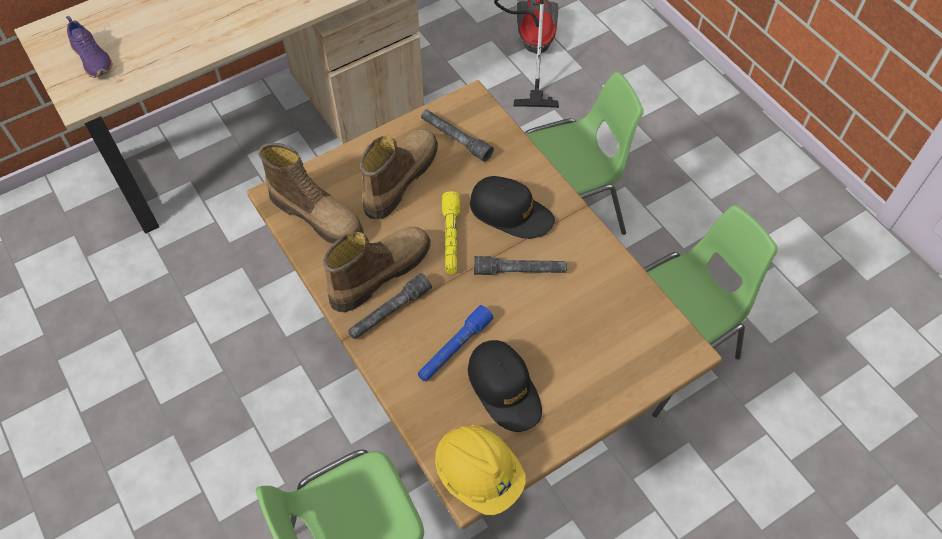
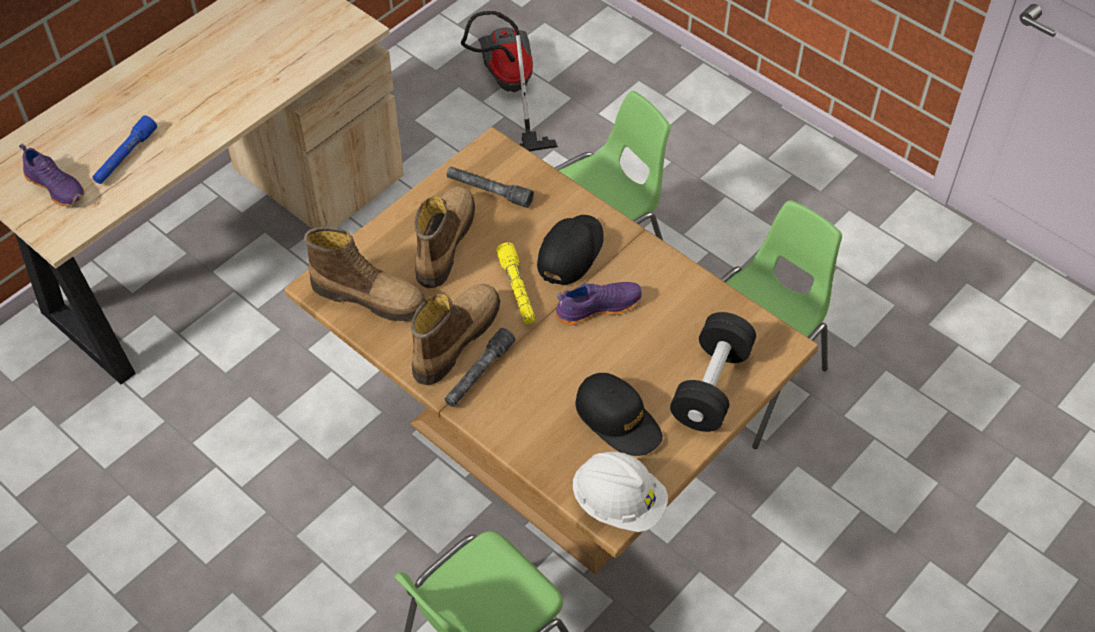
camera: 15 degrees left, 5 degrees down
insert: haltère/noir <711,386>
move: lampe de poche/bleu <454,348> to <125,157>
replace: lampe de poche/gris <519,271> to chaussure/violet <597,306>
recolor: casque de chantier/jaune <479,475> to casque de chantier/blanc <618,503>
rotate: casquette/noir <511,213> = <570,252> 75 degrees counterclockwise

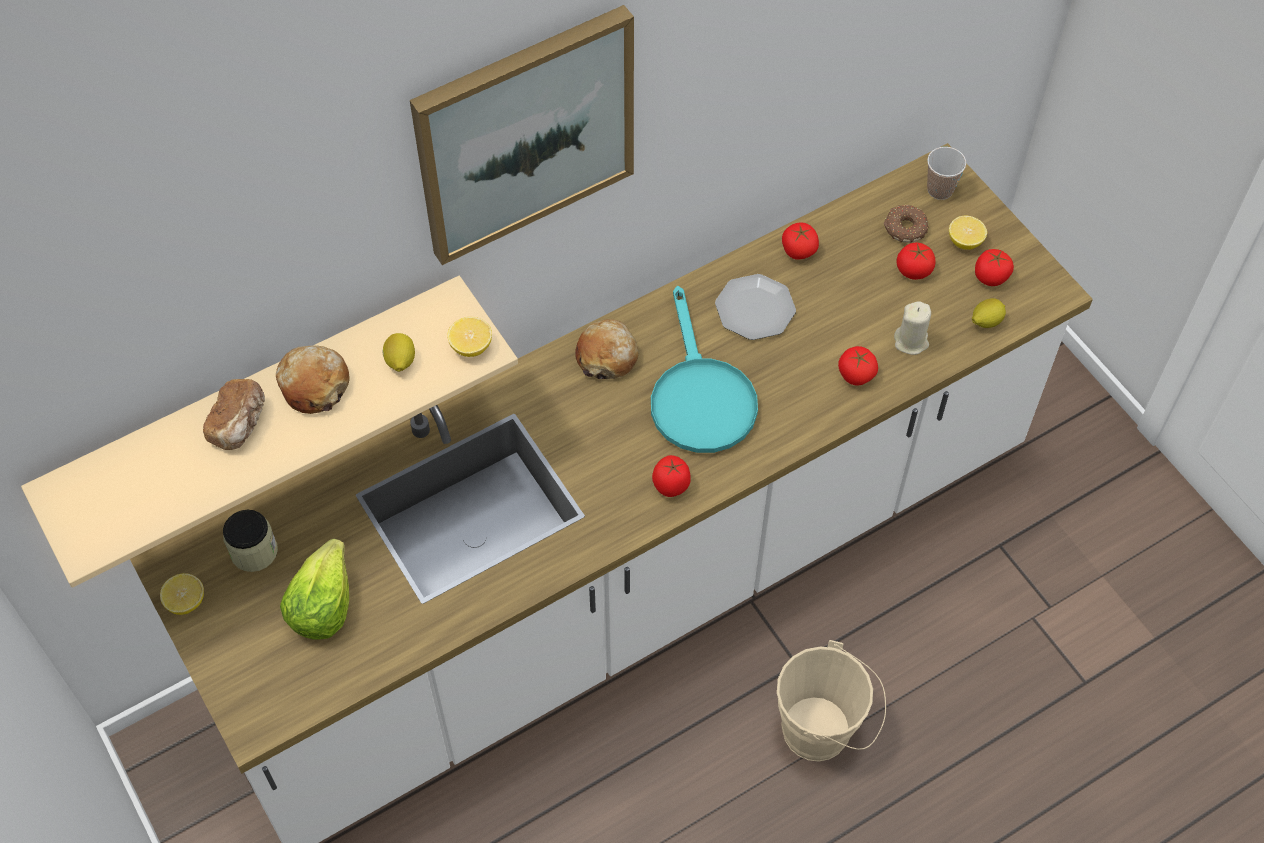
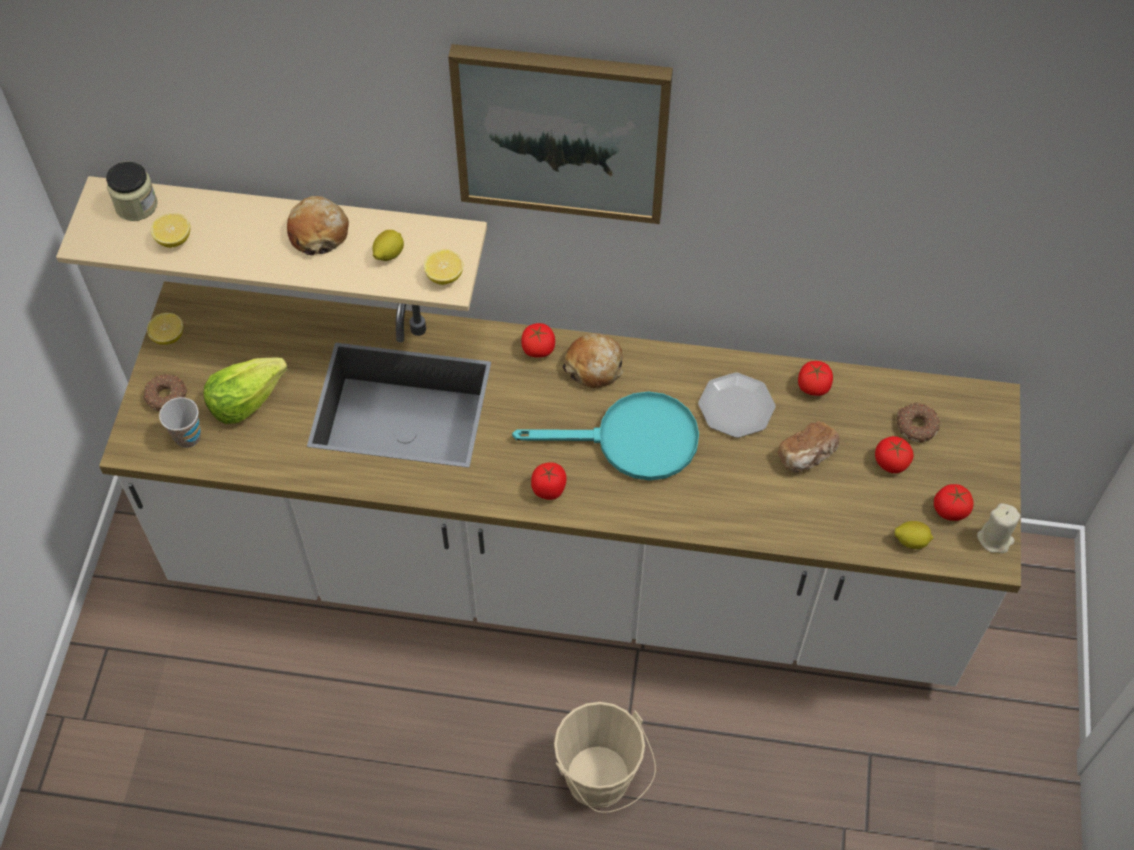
camera: 40 degrees right, 0 degrees up
insert: beignet <167,397>
move: tasse <940,190> to <187,437>; citron <965,241> to <174,239>; bougie/beige <911,341> to <995,539>; tomate <856,374> to <538,348>; pain <240,424> to <807,456>; bocal <254,551> to <136,205>
rotate: poêle/turquoise <699,396> = <632,441> 120 degrees counterclockwise

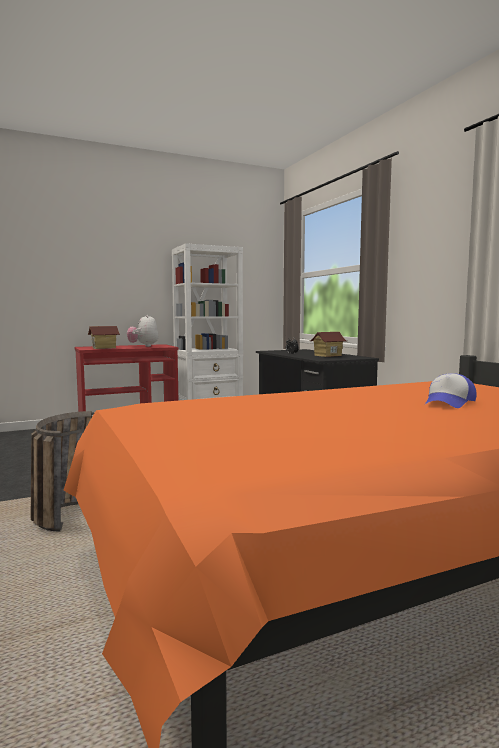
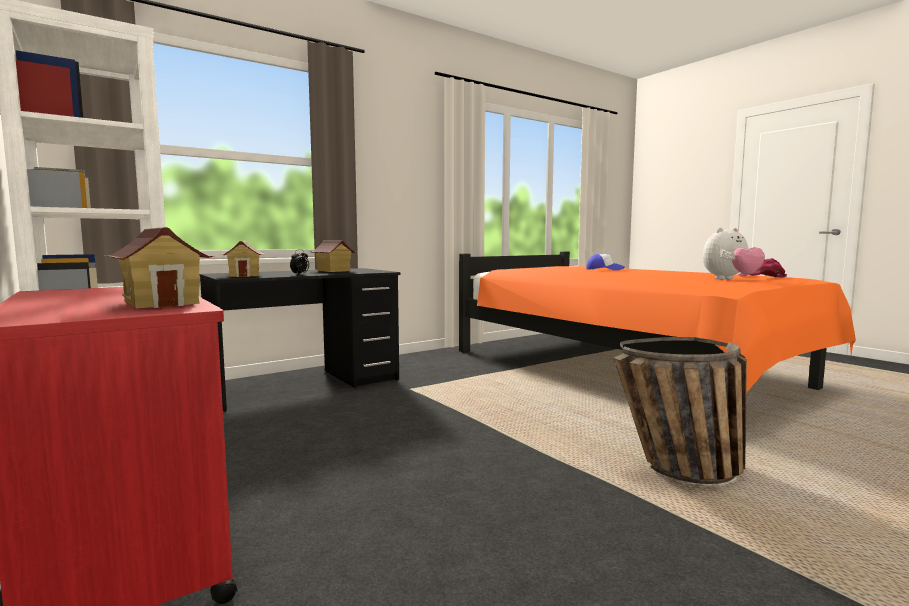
camera: 100 degrees left, 0 degrees up
insert: maison miniature <245,275>; casquette/rose <762,277>
move: peluche <143,346> to <730,279>

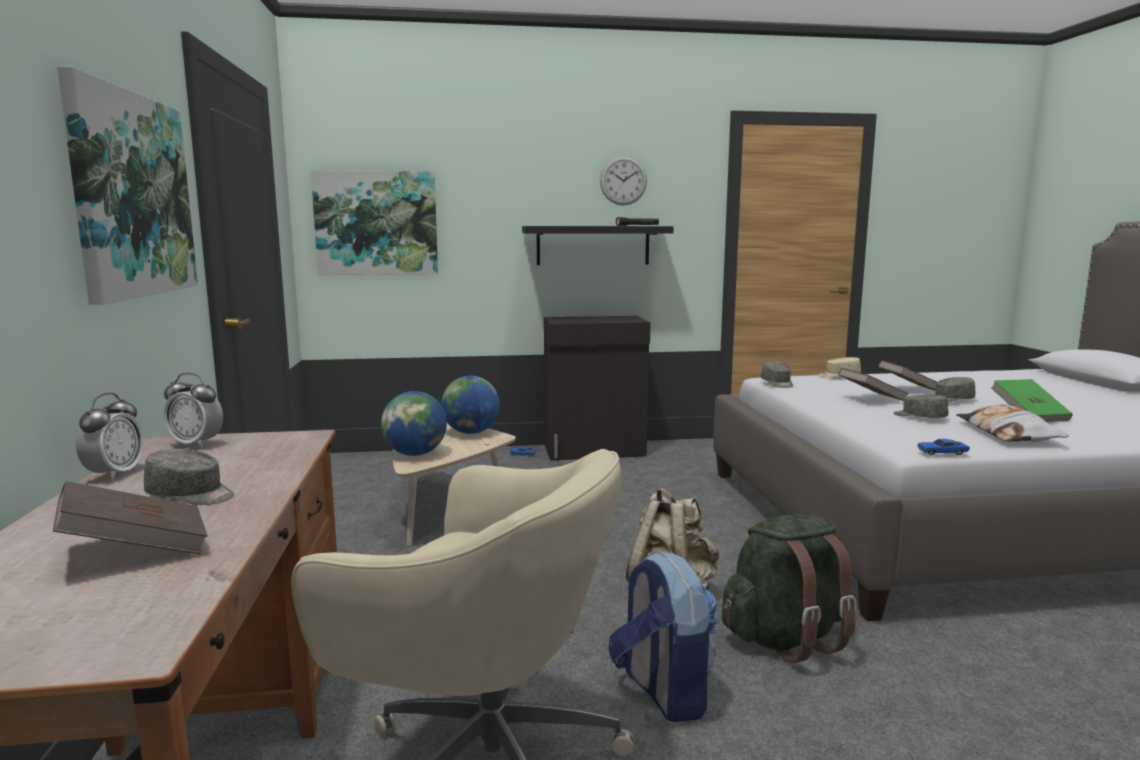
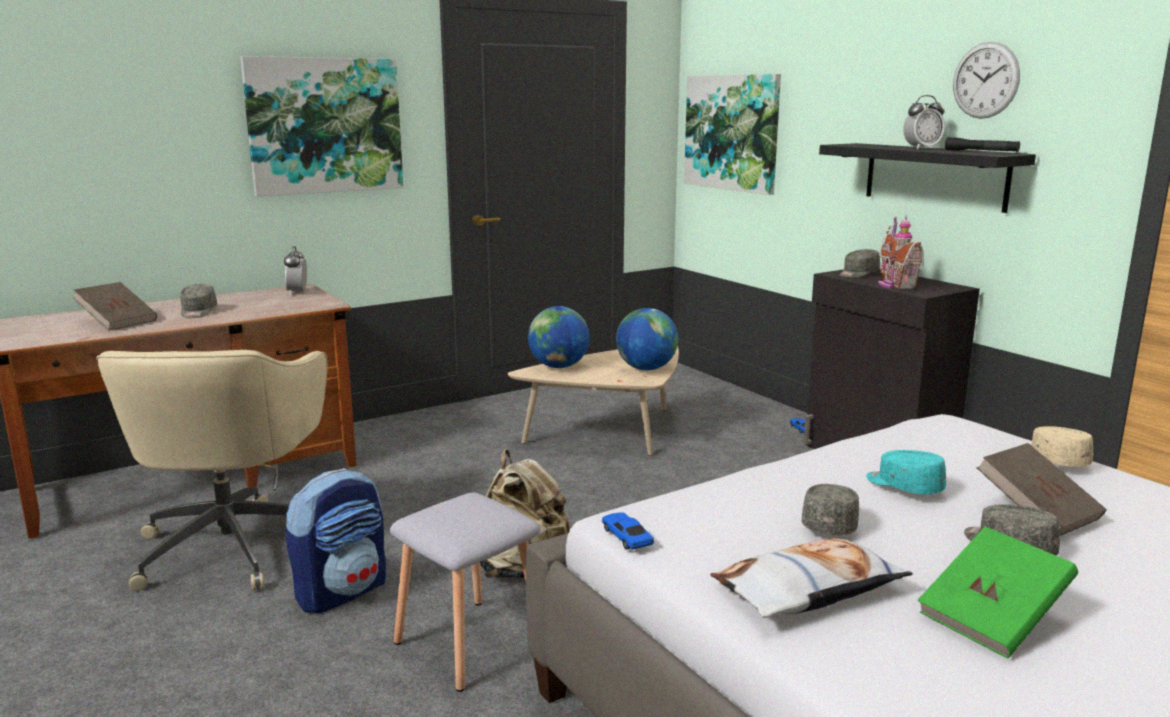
camera: 65 degrees right, 5 degrees up
insert: maison miniature <894,285>
move: casquette/gris <777,383> to <858,274>; réveil <115,474> to <921,149>
replace: livre/marron <871,398> to casquette/turquoise <903,486>; sac à dos/vert <786,638> to tabouret/gris <467,642>

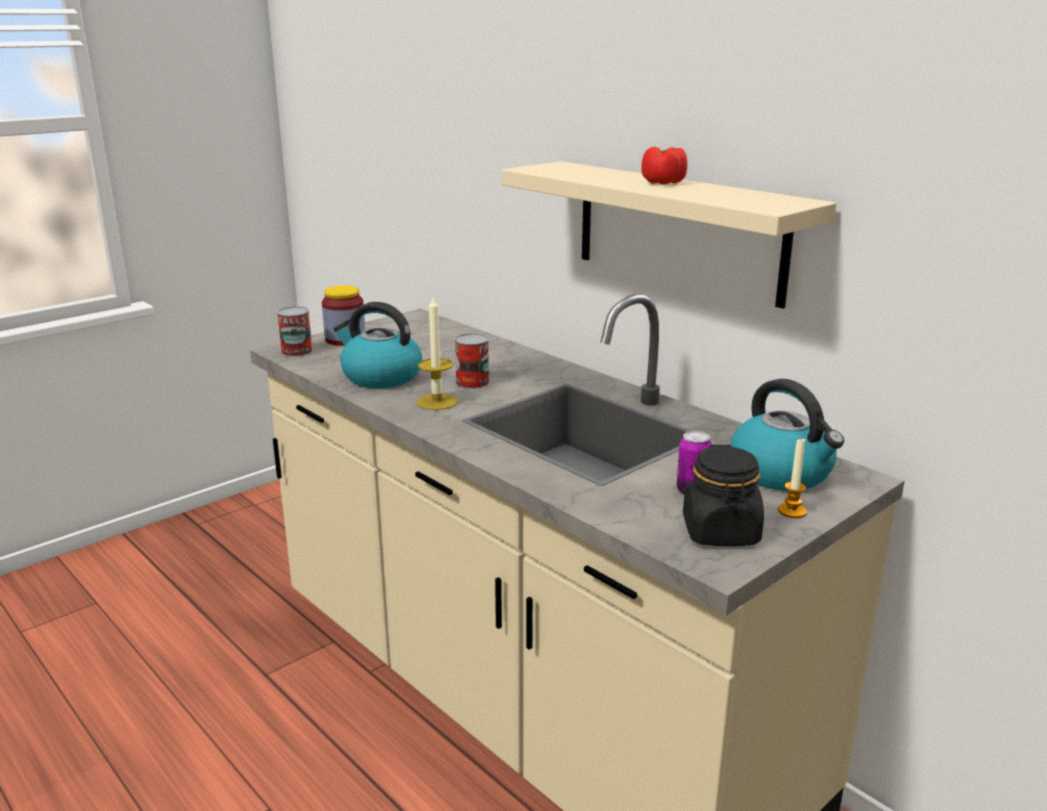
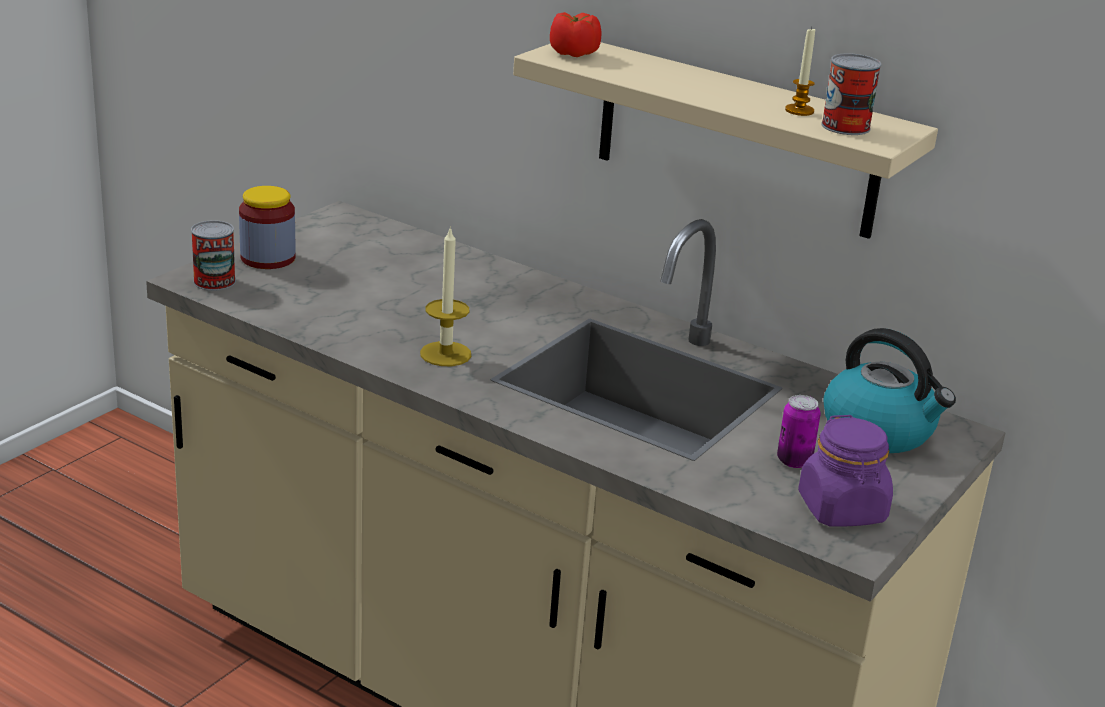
camera: 15 degrees left, 5 degrees up
delete: bouilloire <380,376>
move: tomate <663,183> to <574,53>; boîte métallique <472,382> to <845,126>; bougie <792,511> to <799,111>
recolor: bocal/noir <720,532> to bocal/violet <842,509>

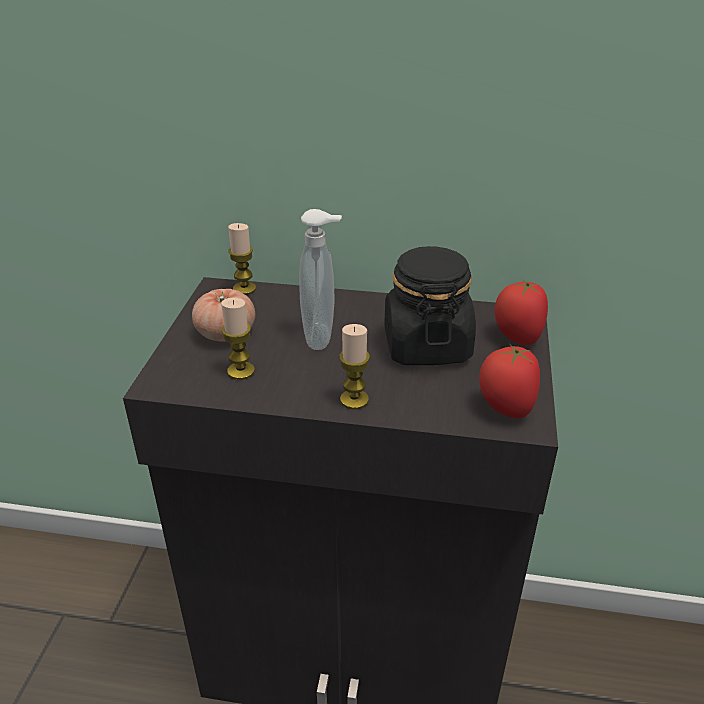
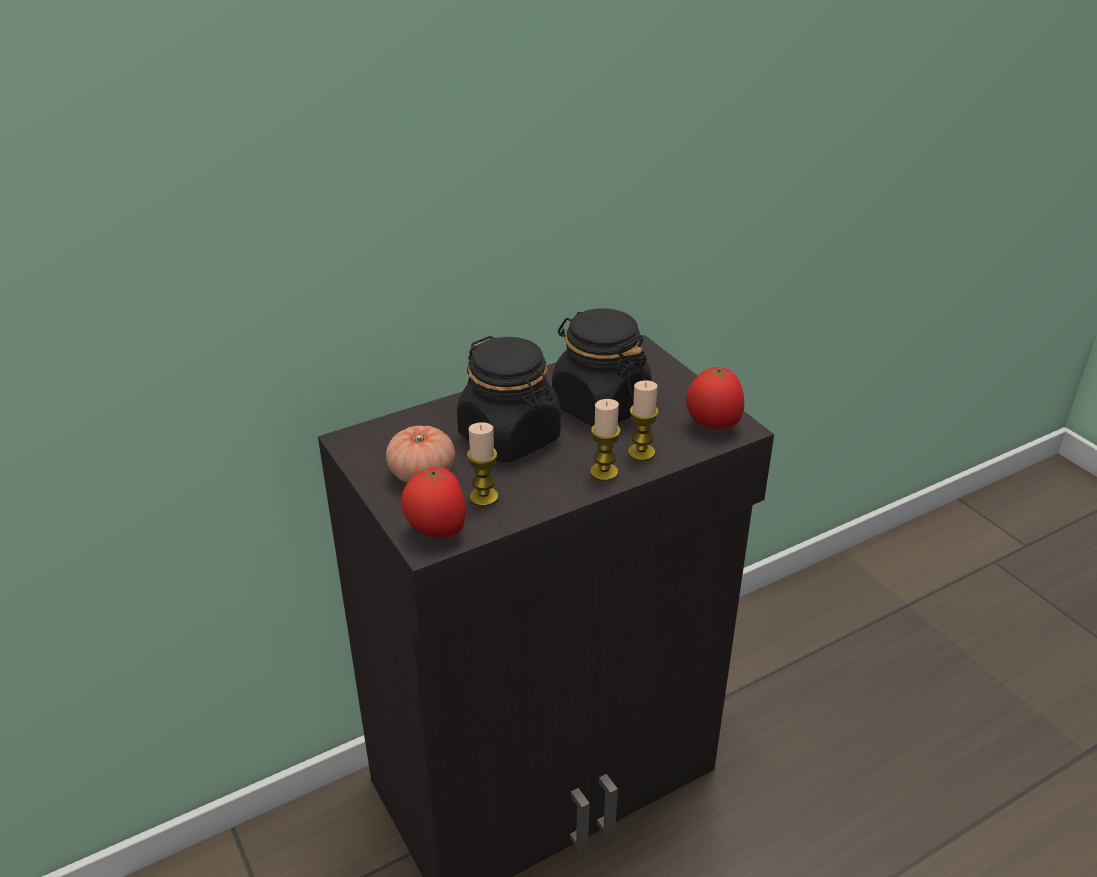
camera: 40 degrees left, 0 degrees up
move: bougie <244,289> to <641,453>; tomate <516,338> to <436,531>
replace: distributeur de savon <322,337> to bocal/noir <510,437>

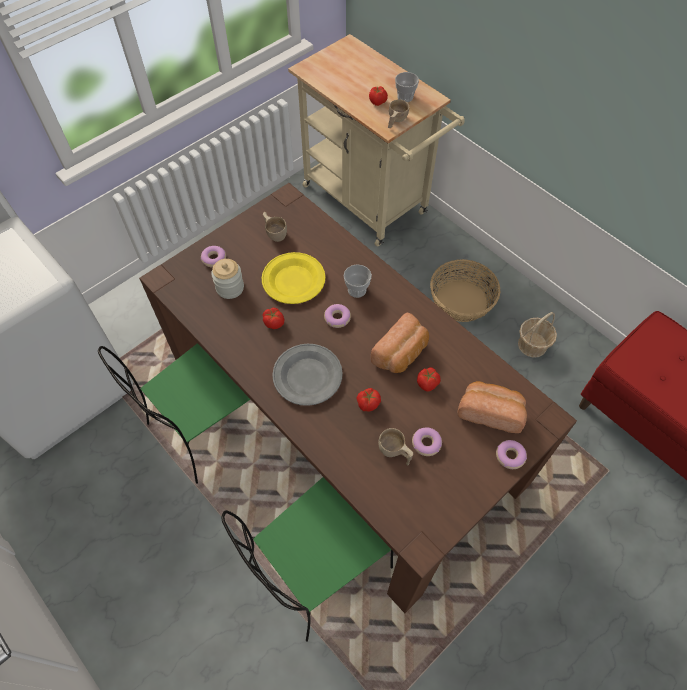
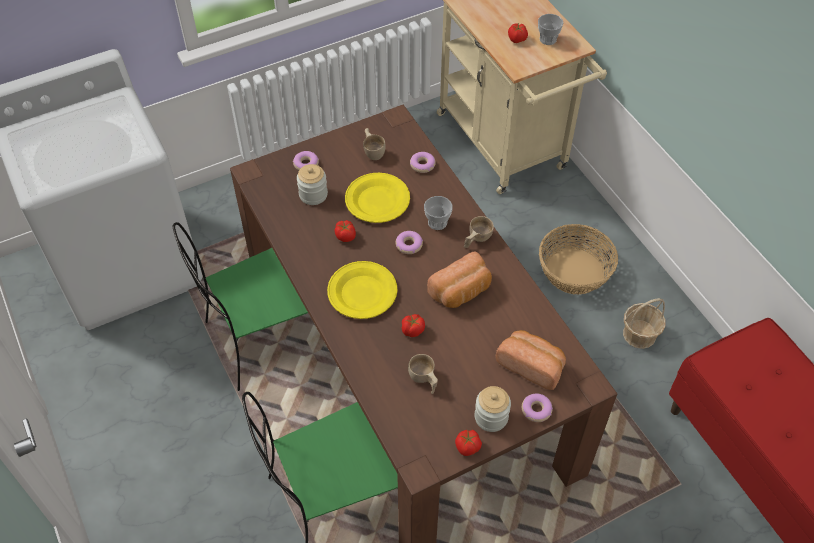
camera: 15 degrees right, 5 degrees down
insert: bocal <491,417>
move: tasse/beige <395,121> to <476,239>; tomate <427,383> to <468,447>; beignet <426,443> to <422,165>
recolor: assiette/gris <307,376> to assiette/jaune <362,292>

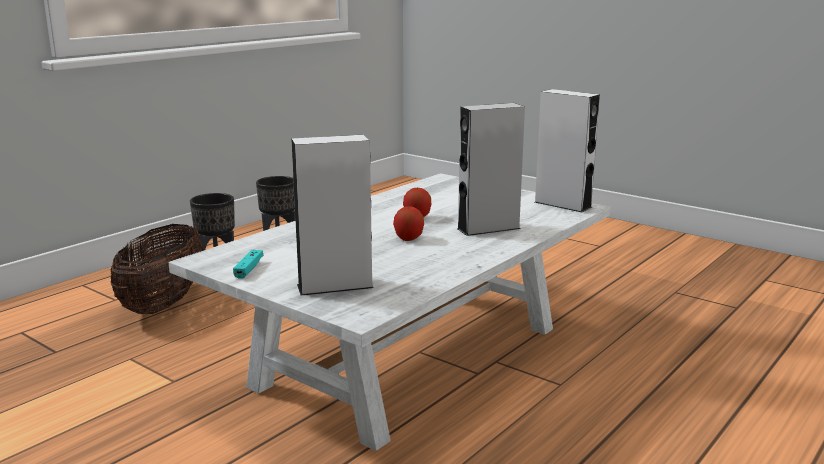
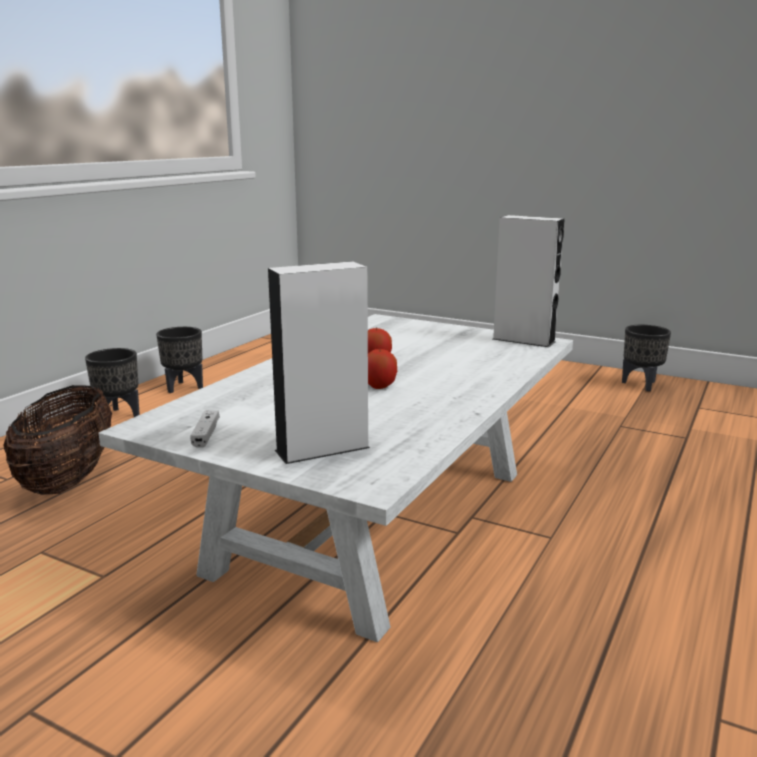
camera: 10 degrees left, 0 degrees up
delete: enceinte/gris <488,228>
insert: cache-pot/noir <641,384>
recolor: manette/turquoise <249,269> to manette/blanc <206,435>

